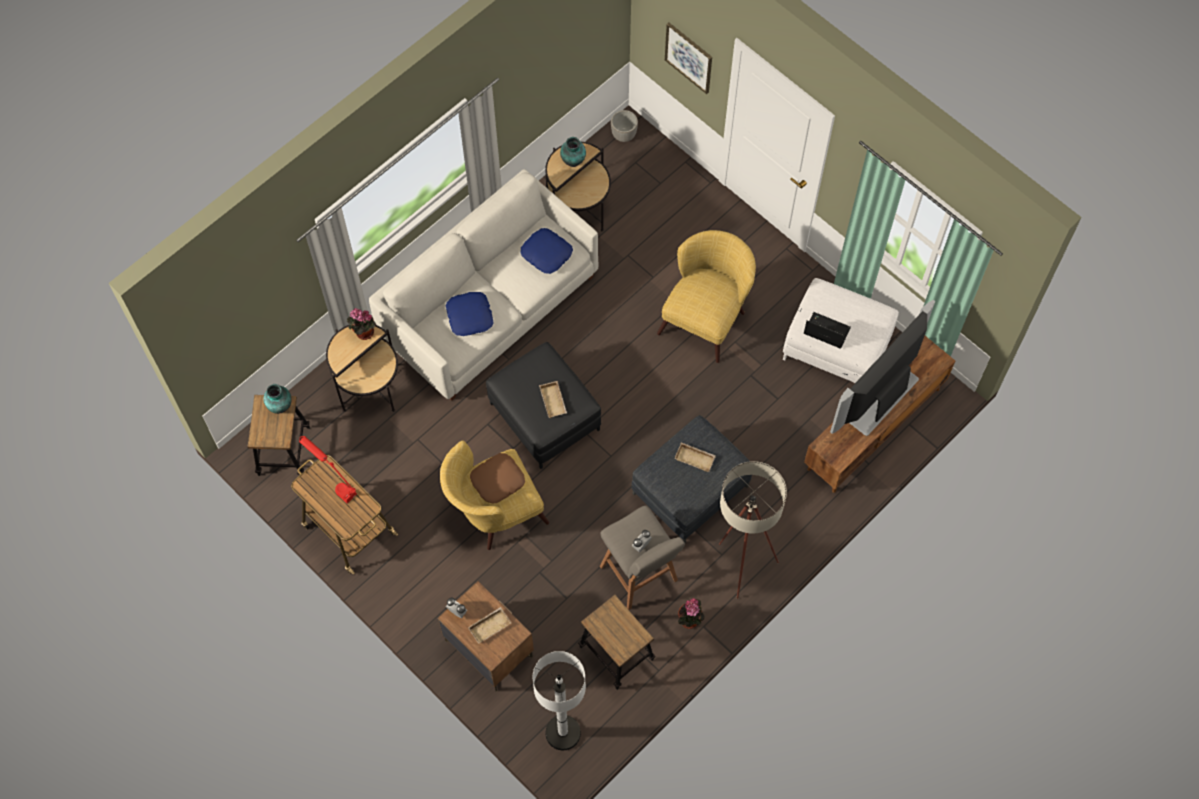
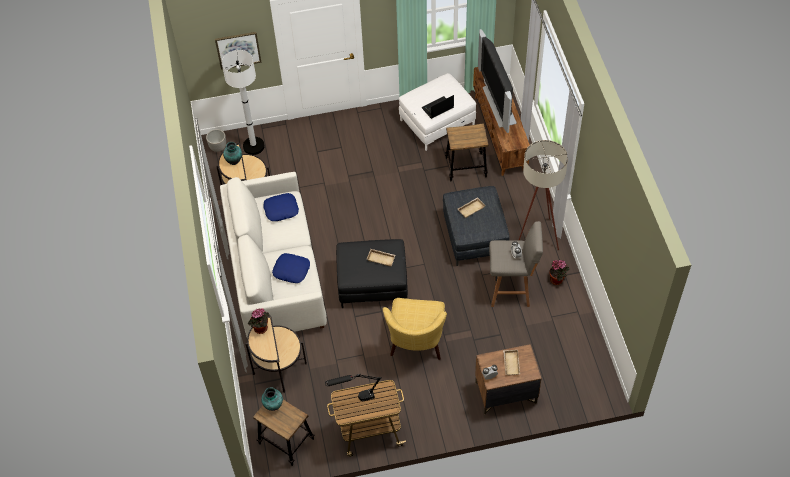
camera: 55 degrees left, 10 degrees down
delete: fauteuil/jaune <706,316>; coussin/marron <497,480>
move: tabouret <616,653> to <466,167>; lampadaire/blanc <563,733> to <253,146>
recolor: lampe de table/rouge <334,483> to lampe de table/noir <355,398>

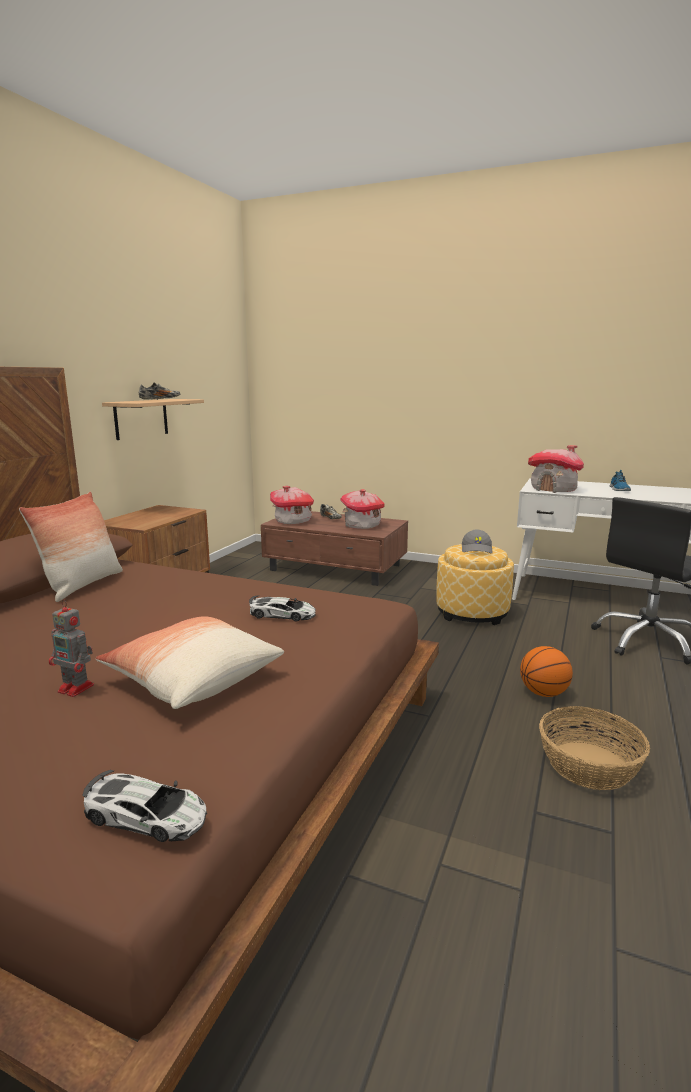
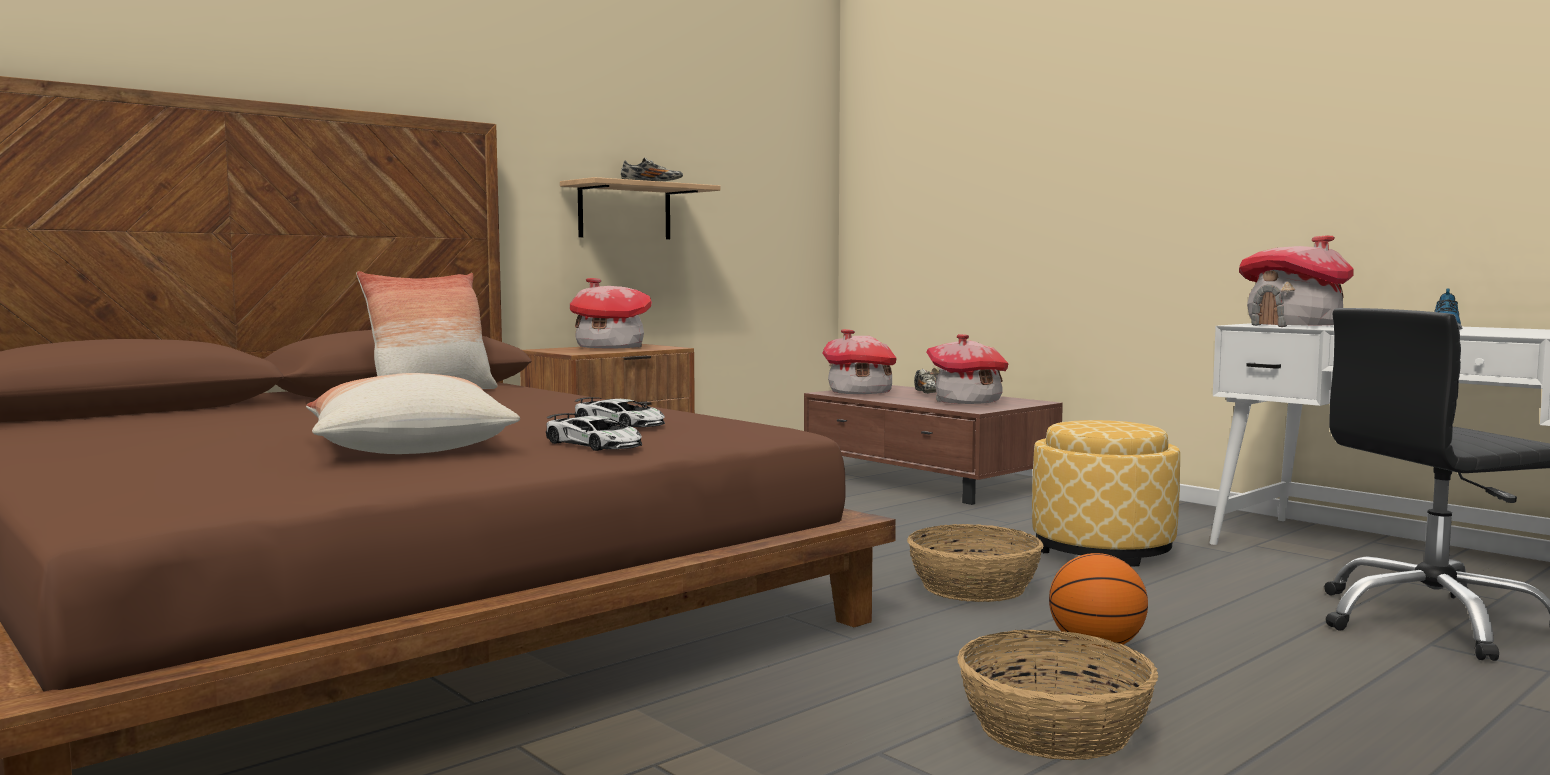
camera: 25 degrees right, 10 degrees down
delete: casquette/gris <477,549>; robot jouet <77,688>
insert: maison miniature <609,348>; panier <974,587>
move: petite voiture <147,816> to <594,444>

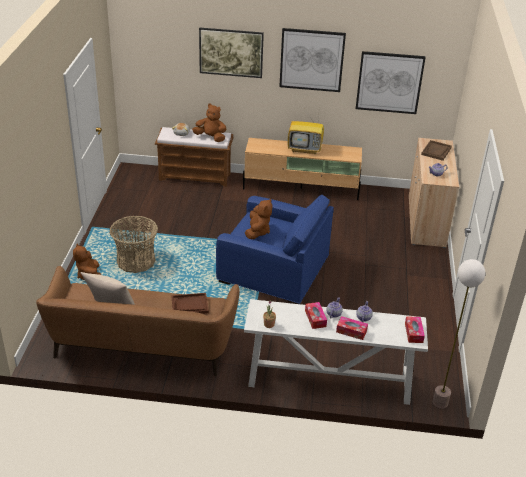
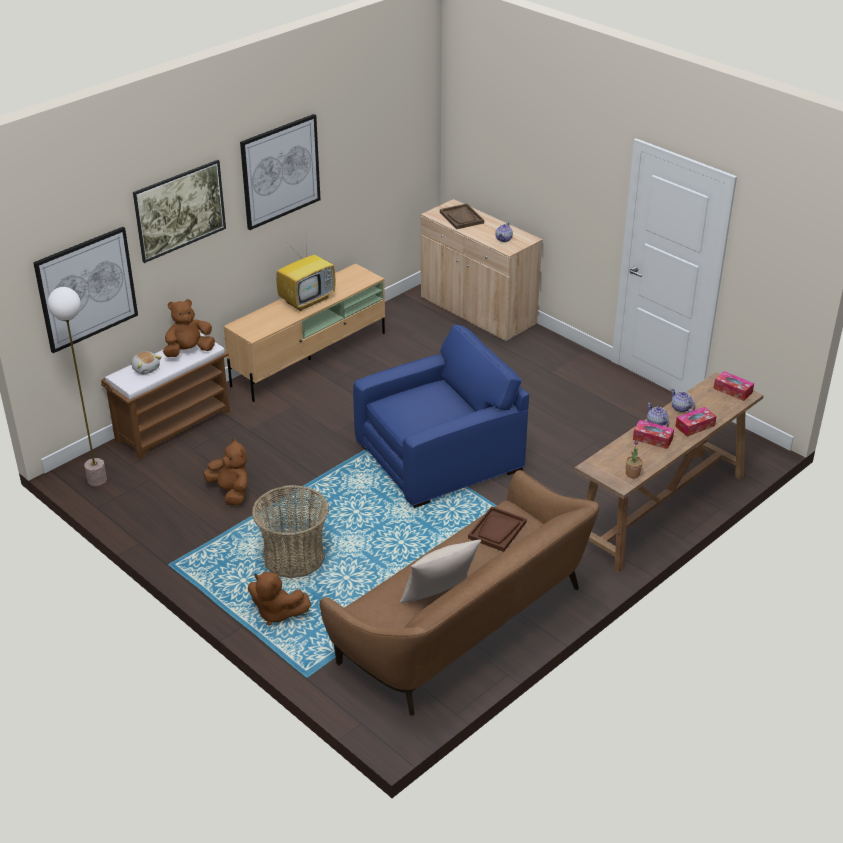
camera: 50 degrees left, 0 degrees up
move: tableau <389,82> to <86,289>; peluche/marron <257,232> to <231,492>; lampadaire <440,403> to <97,480>
recolor: table console/blanc <328,380> to table console/marron <660,510>

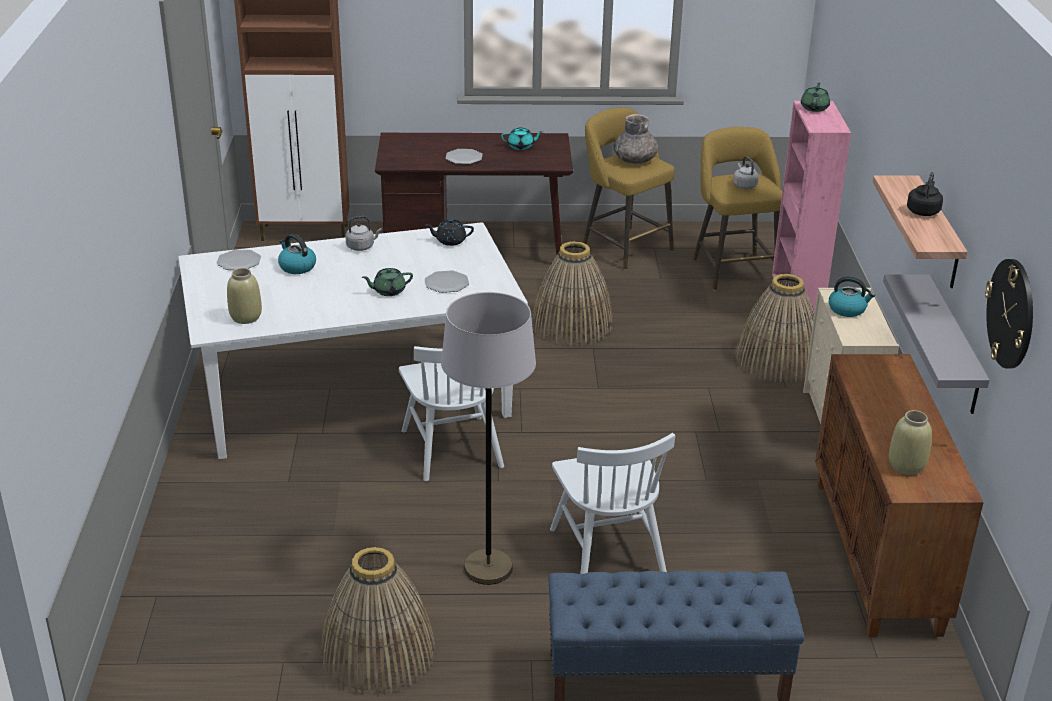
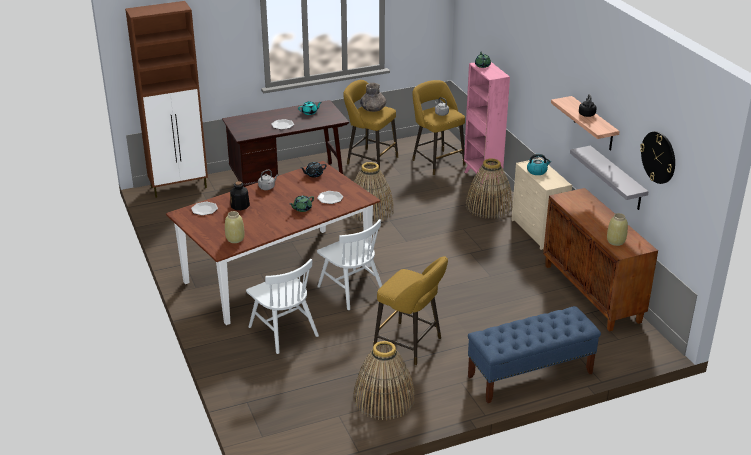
camera: 20 degrees left, 0 degrees up
move: chaise/blanc <607,552> to <283,331>
replace: bouilloire <297,267> to bouteille <240,206>; lampadaire/gris <488,568> to tabouret/jaune <411,345>
recolor: table à manger/blanc <355,397> to table à manger/marron <278,274>

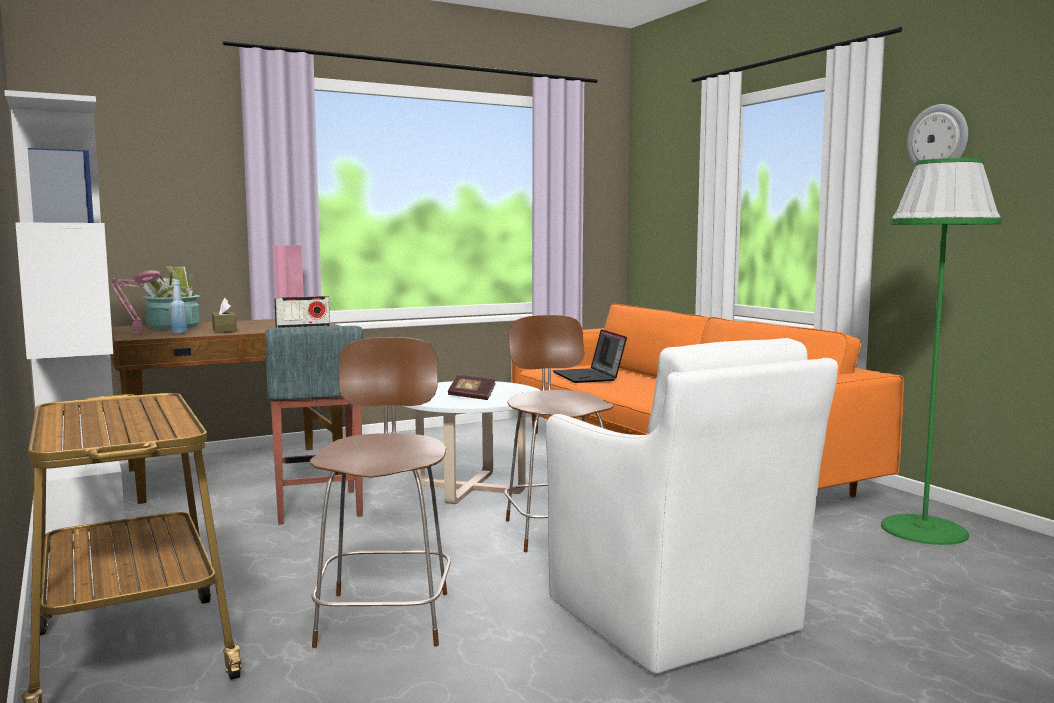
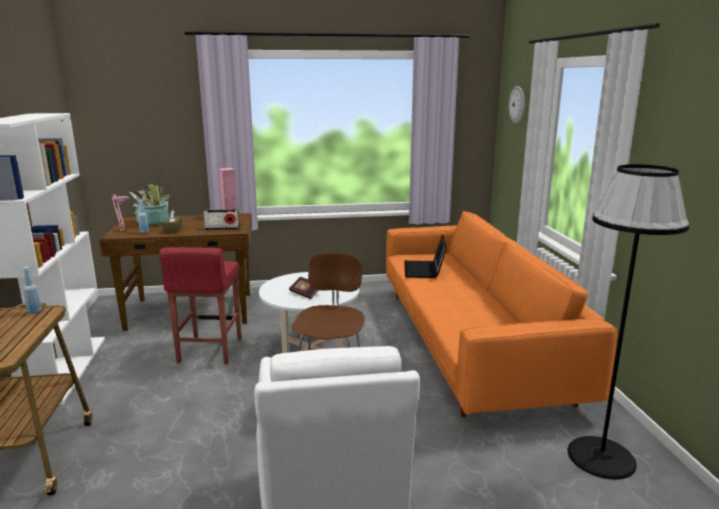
camera: 20 degrees right, 10 degrees up
delete: chaise/marron <385,616>
insert: bouteille/bleu <34,311>
move: horloge murale <938,139> to <517,104>
recolor: lampadaire/vert <924,530> to lampadaire/noir <601,457>; tabouret/gris <317,507> to tabouret/rouge <209,351>

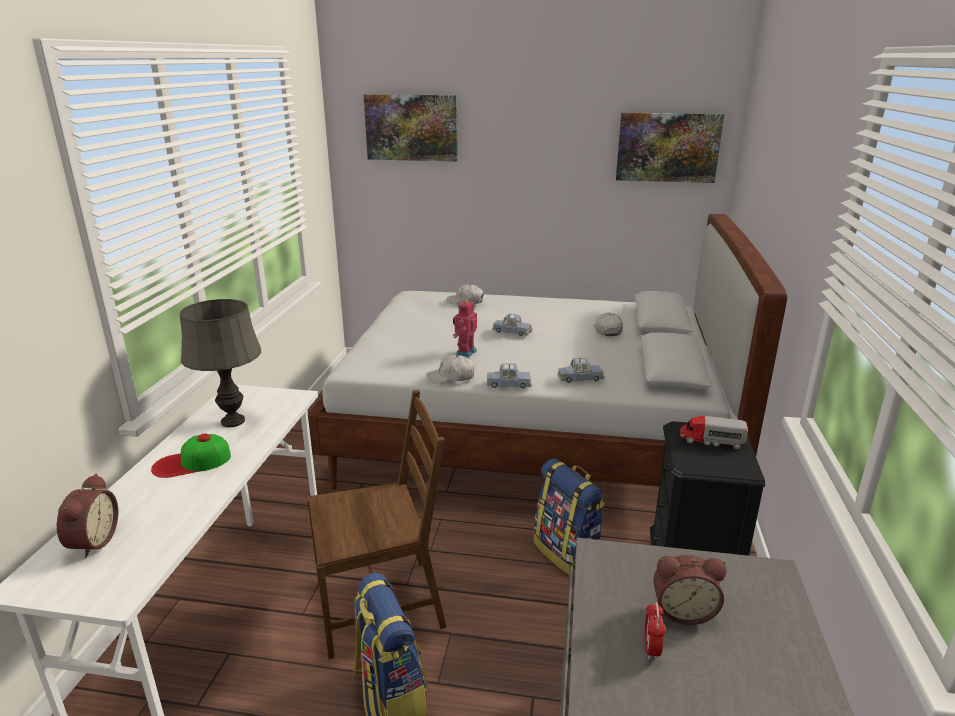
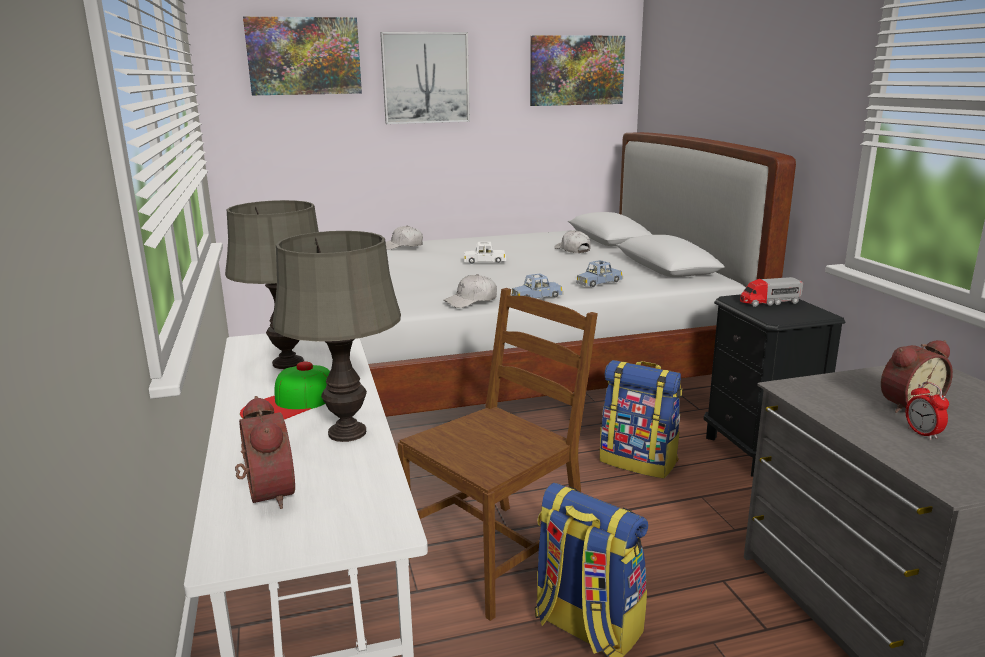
camera: 25 degrees left, 5 degrees down
delete: robot jouet <465,352>
insert: tableau <425,78>; lampe de table/gris <348,432>
recolor: petite voiture/bleu <512,332> to petite voiture/blanc <485,261>

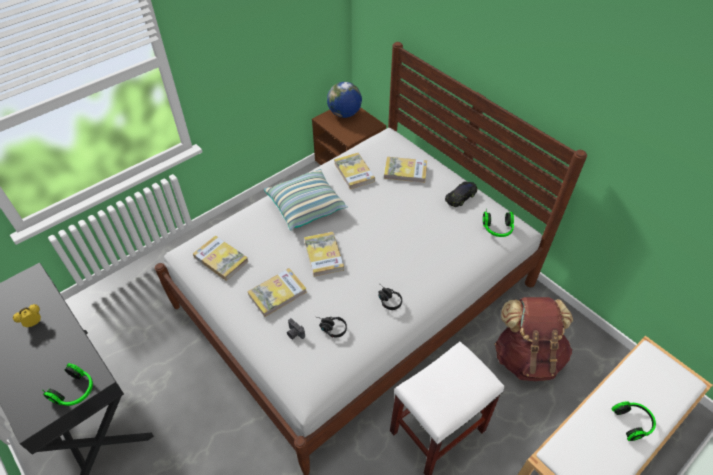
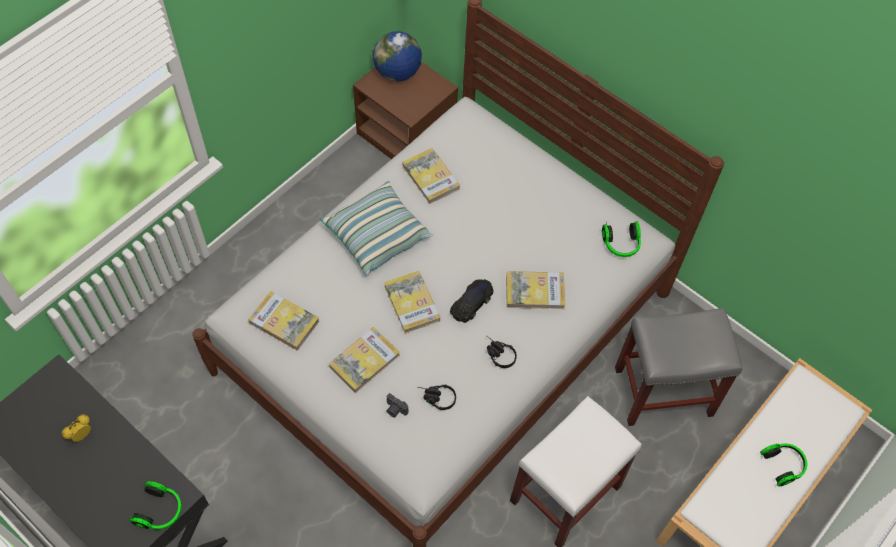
camera: 10 degrees left, 10 degrees up
move: livre <405,171> to <535,292>; petite voiture/noir <461,196> to <472,302>
replace: sac à dos/marron <527,357> to tabouret/gris <664,391>

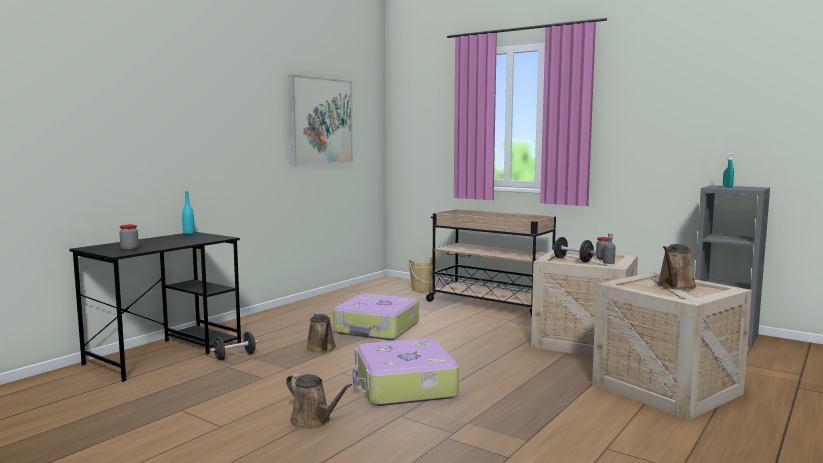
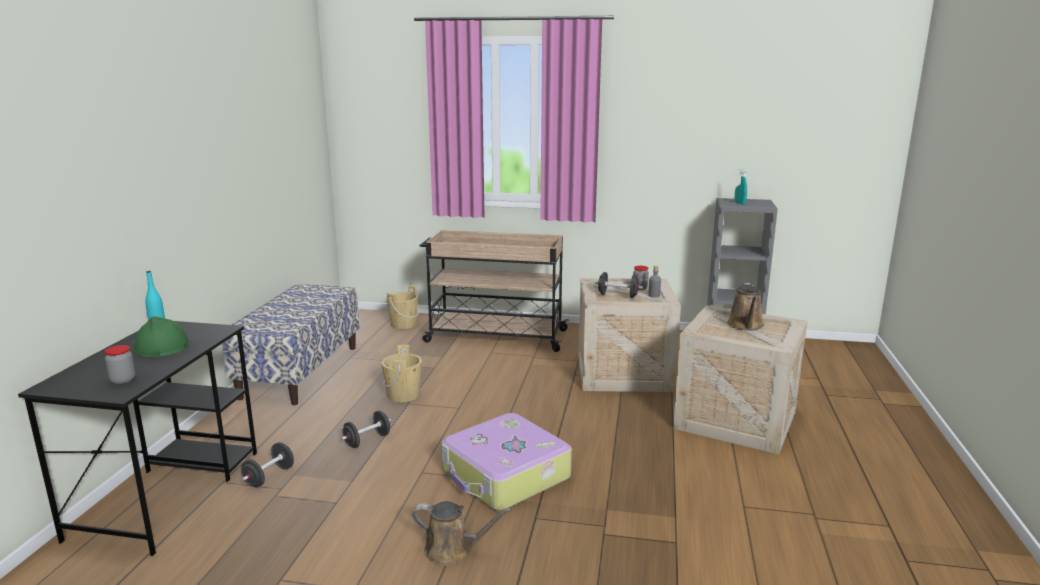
camera: 25 degrees left, 10 degrees up
delete: tableau <321,121>
insert: banc <300,371>; casque de chantier/vert <161,347>
replace: valise <377,328> to seau/beige <403,395>; arrosoir/marron <322,349> to haltère/noir <367,440>

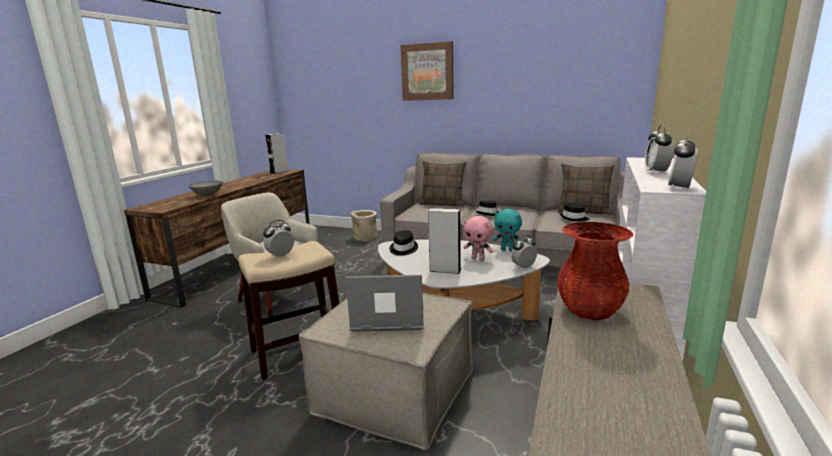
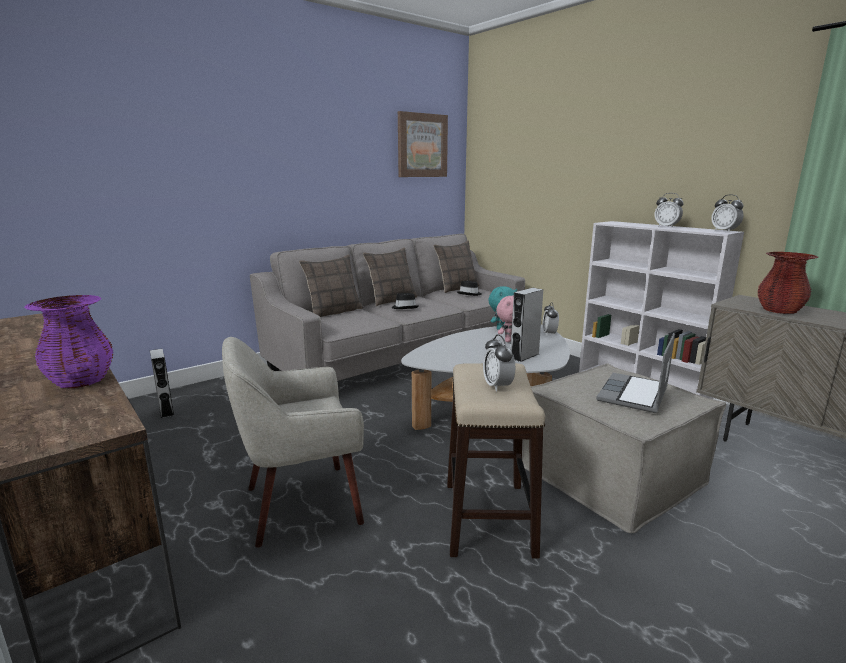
camera: 60 degrees left, 0 degrees up
delete: cache-pot/beige <365,238>; chapeau/noir <403,249>
insert: coussin <391,300>
move: tableau <427,72> to <422,145>; enceinte/gris <279,172> to <166,411>
replace: bol/gris <207,195> to vase/violet <81,381>

